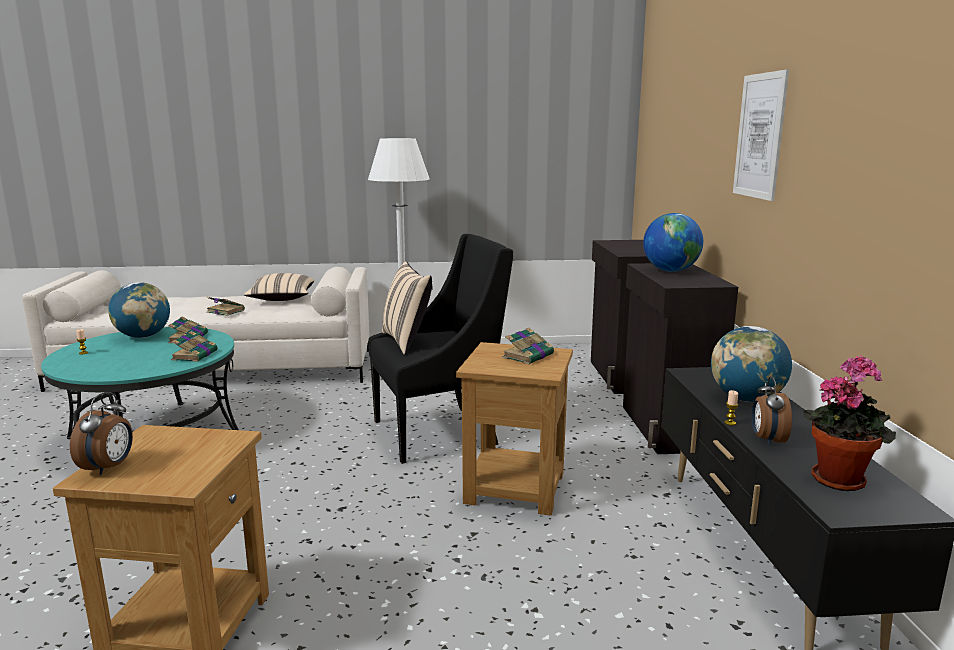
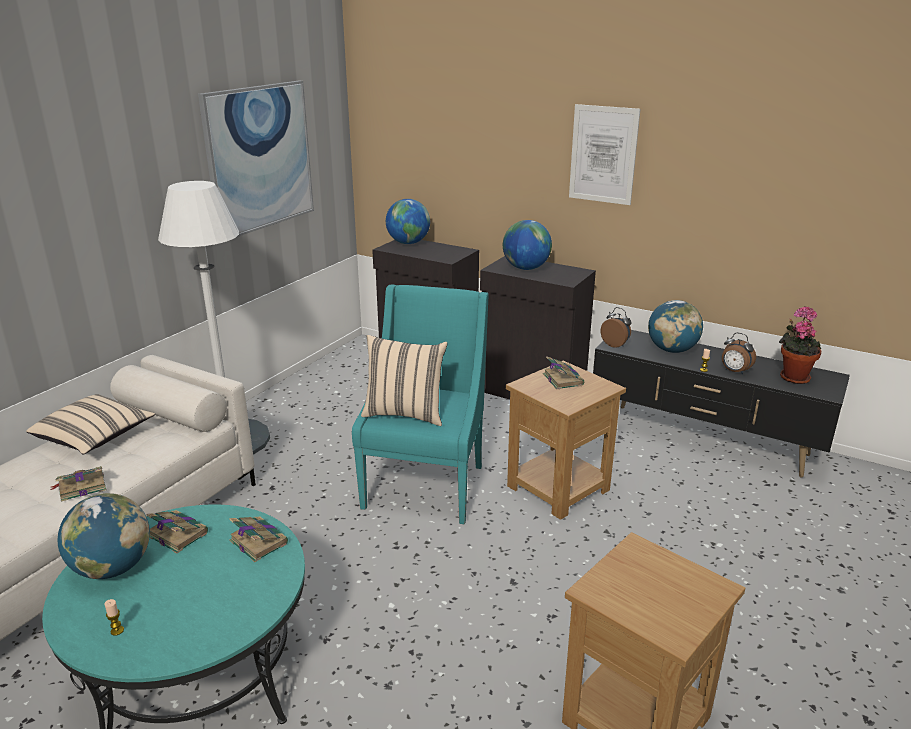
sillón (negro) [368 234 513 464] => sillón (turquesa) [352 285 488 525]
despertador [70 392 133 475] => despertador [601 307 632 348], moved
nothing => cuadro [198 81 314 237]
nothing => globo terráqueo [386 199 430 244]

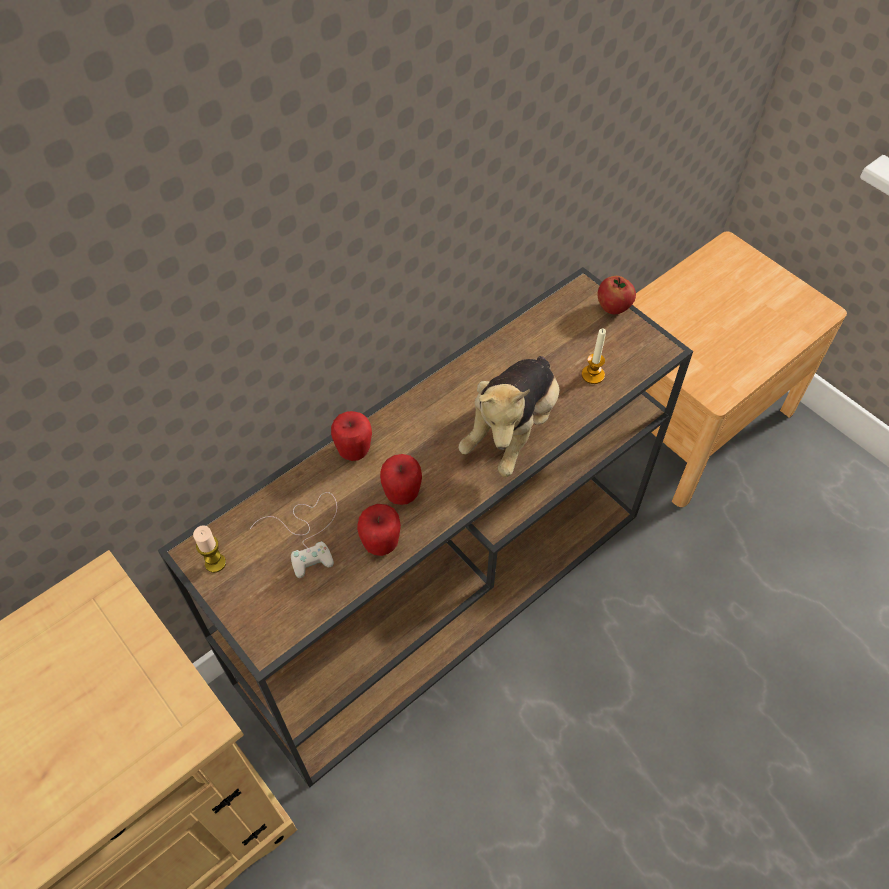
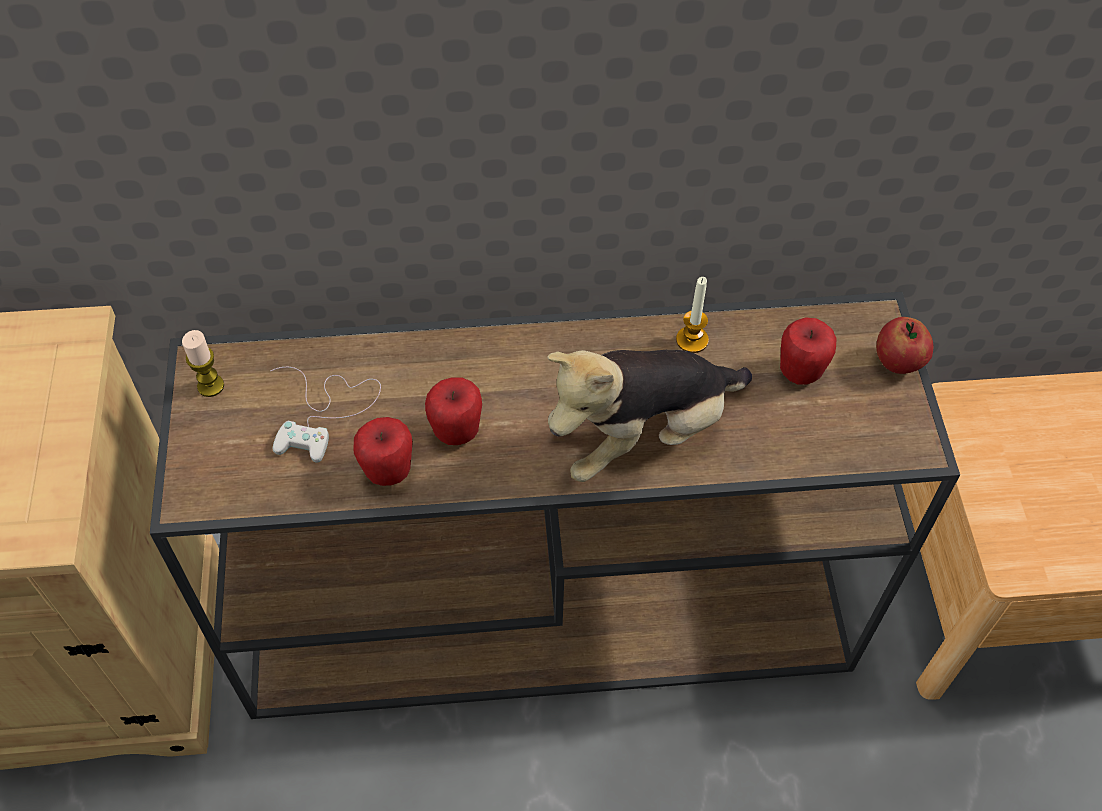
vela [582 328 606 384] => vela [676 277 709 353], moved
manzana [331 411 372 461] => manzana [780 317 836 385], moved

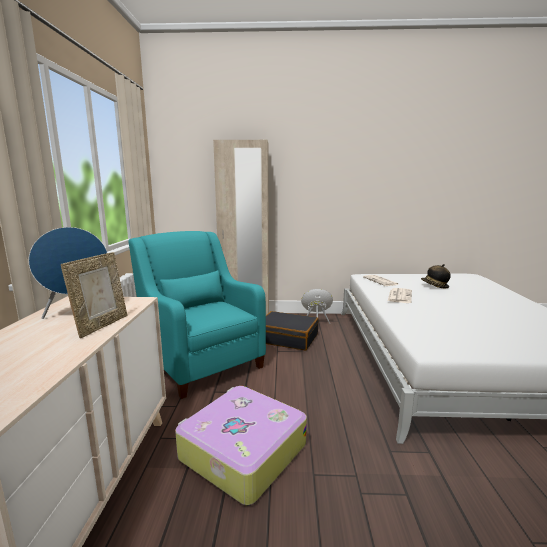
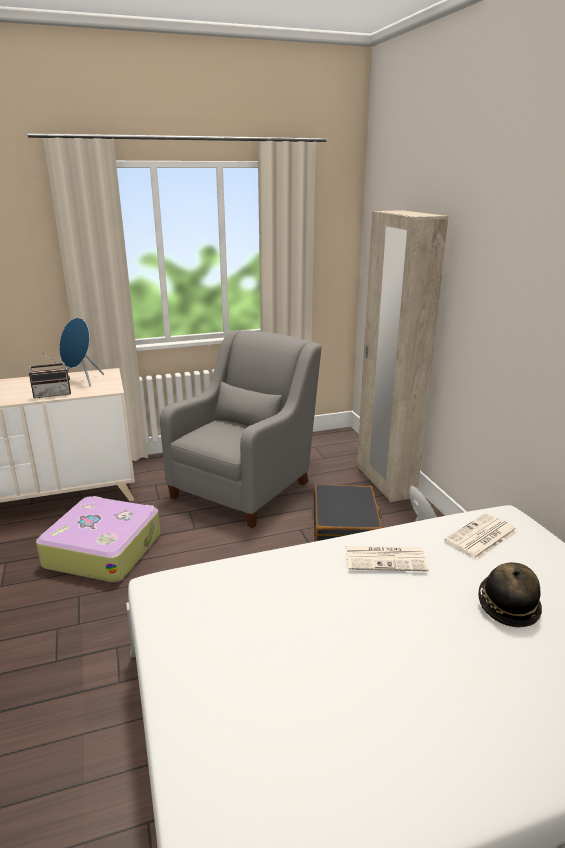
sillón (turquesa) [129 231 266 399] => sillón (gris) [160 330 321 528]
portarretratos [61 252 127 338] => radio [29 354 71 398]

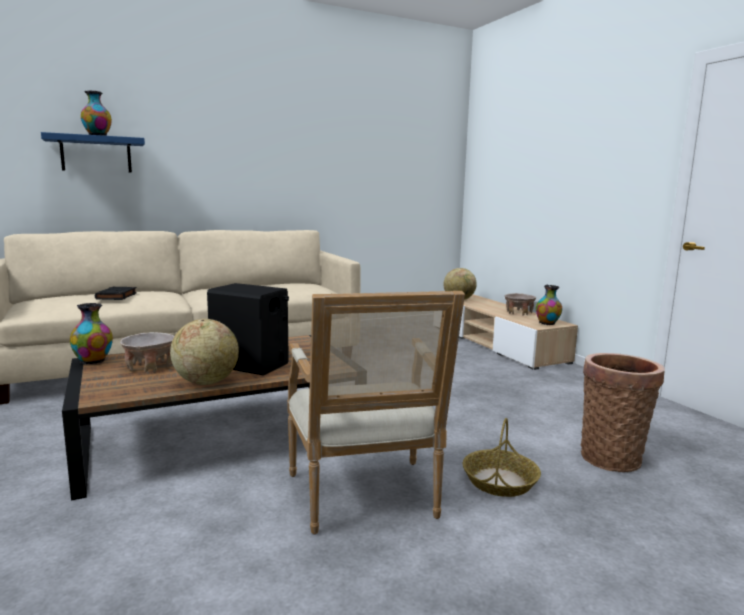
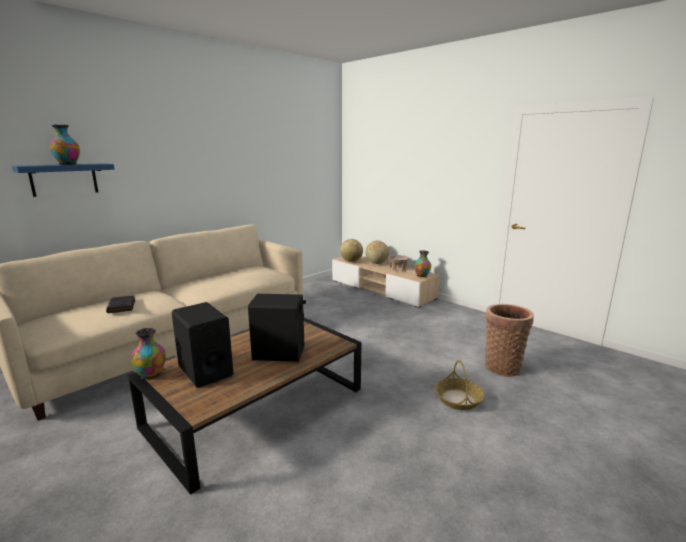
sillón [287 291 465 535] => nothing
globo terráqueo [170 319 239 385] => globo terráqueo [366 241 389 264], moved
cuenco (beis) [120 332 174 372] => altavoz (negro) [172 302 233 388]

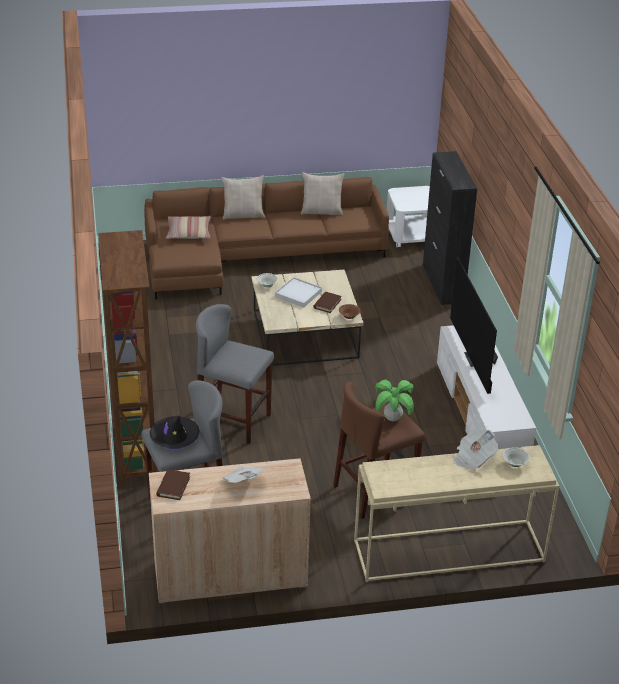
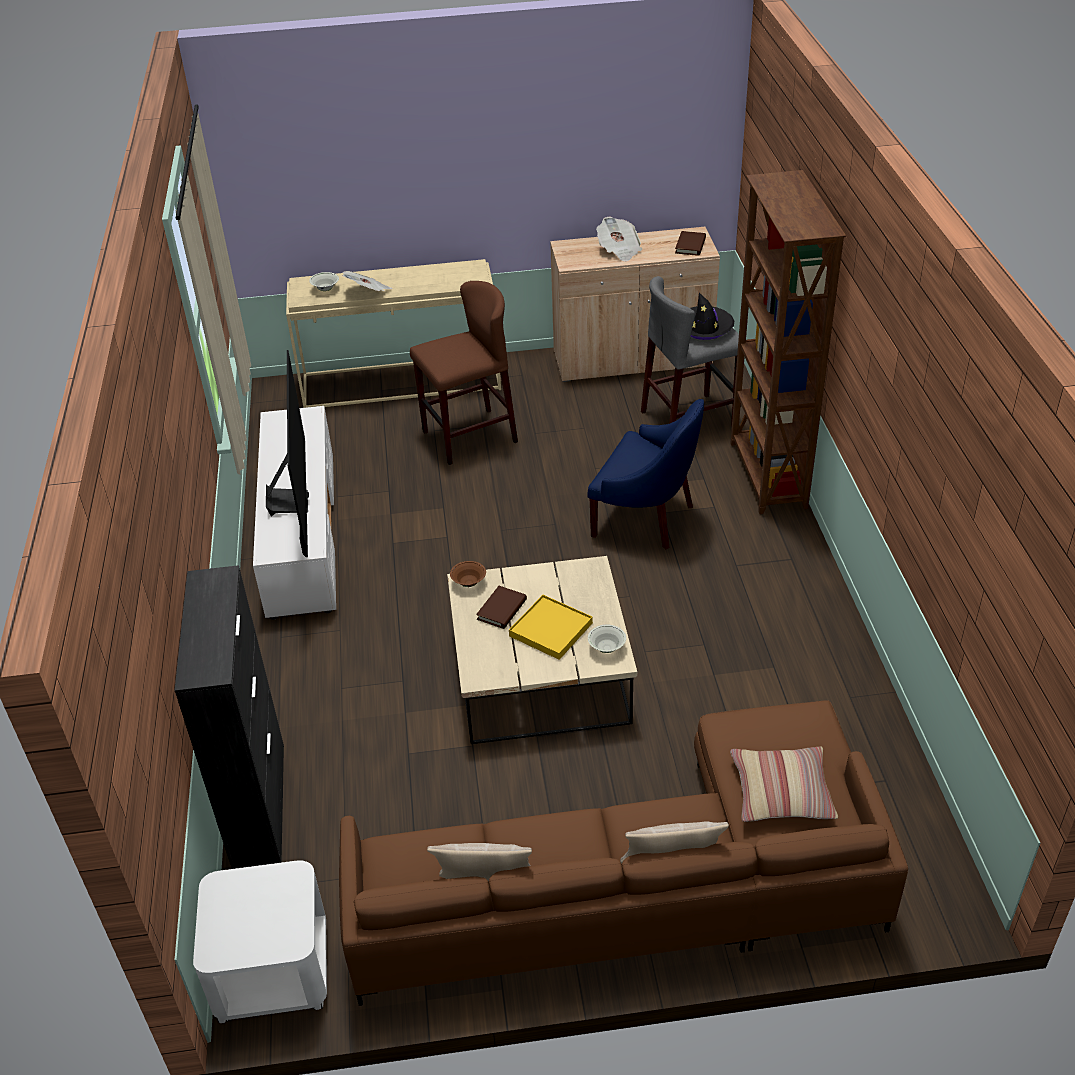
bandeja (blanco) [275 277 322 308] => bandeja (amarillo) [509 595 593 660]
taburete (gris) [196 304 274 444] => sillón (azul) [587 399 704 549]
planta en maceta [376 380 414 421] => nothing

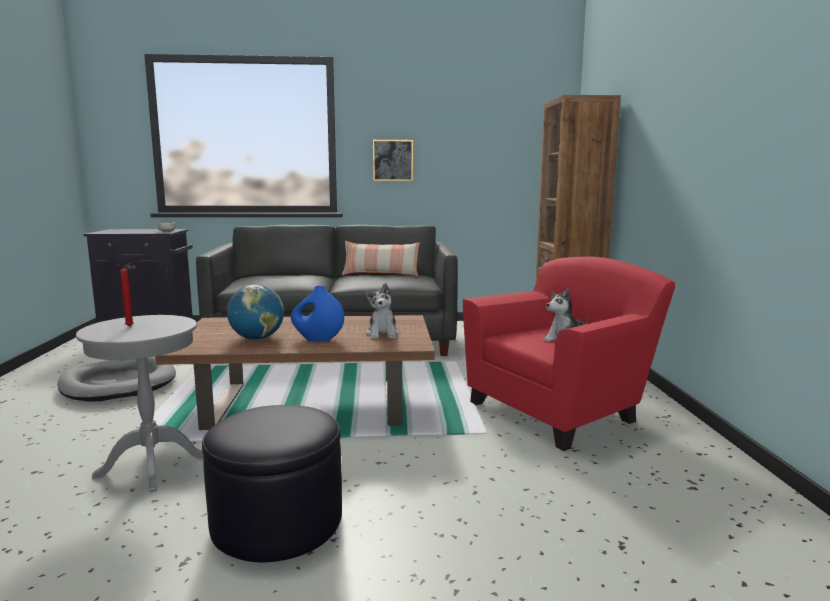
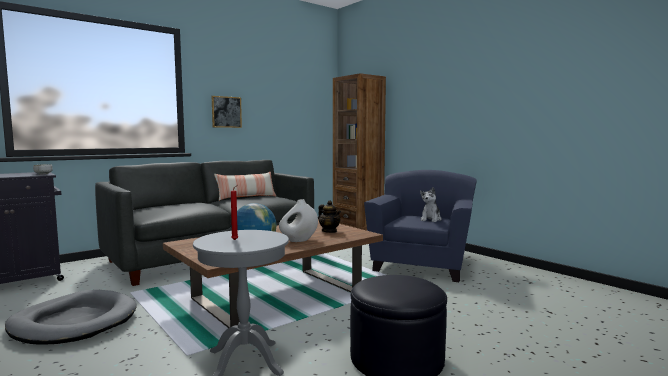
sillón (rojo) [463 256 675 451] => sillón (azul) [364 170 477 282]
peluche [365 283 399 339] => tetera [318 200 341 233]
florero (azul) [291 286 344 342] => florero (blanco) [279 199 318 242]

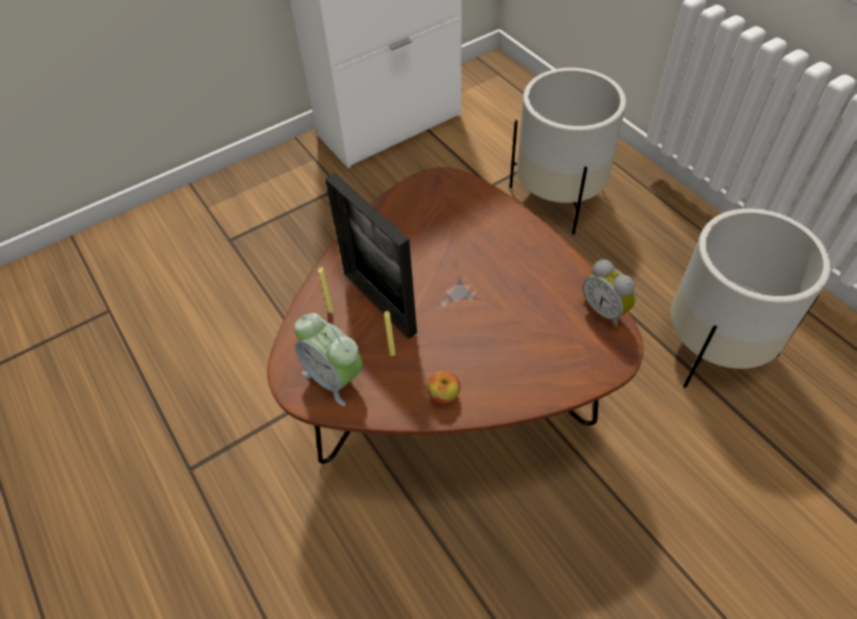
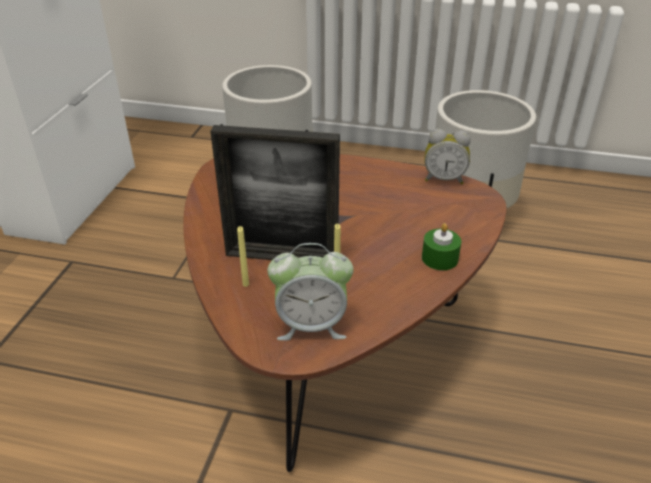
manzana [427 371 460 404] => nothing
nothing => vela (verde) [422 223 461 270]

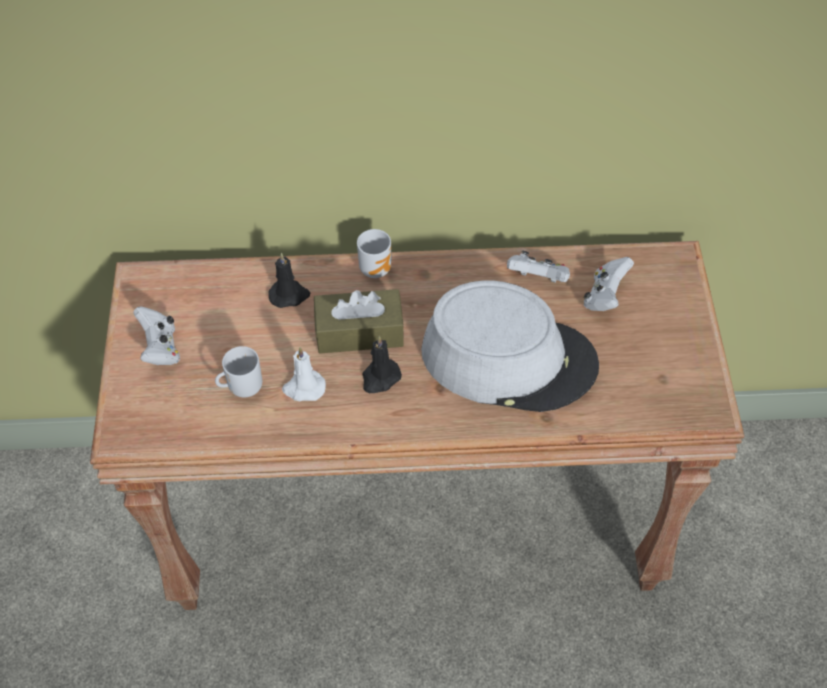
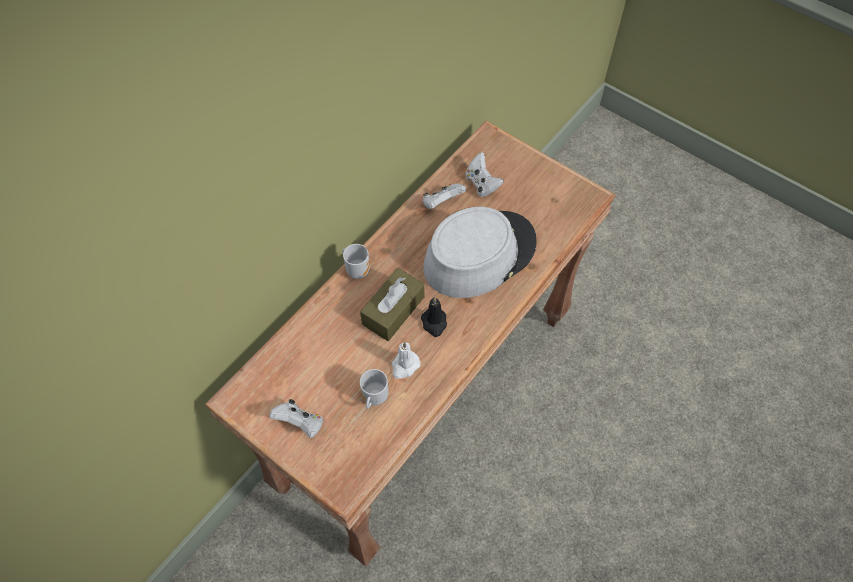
vela (negro) [268 252 310 308] => nothing

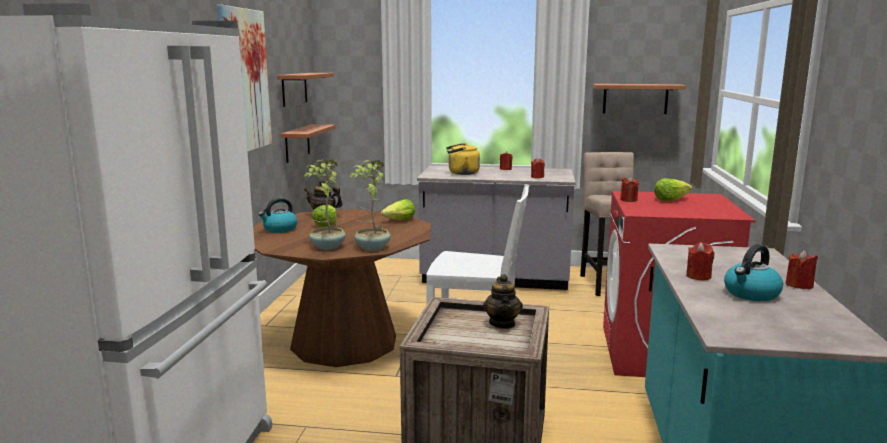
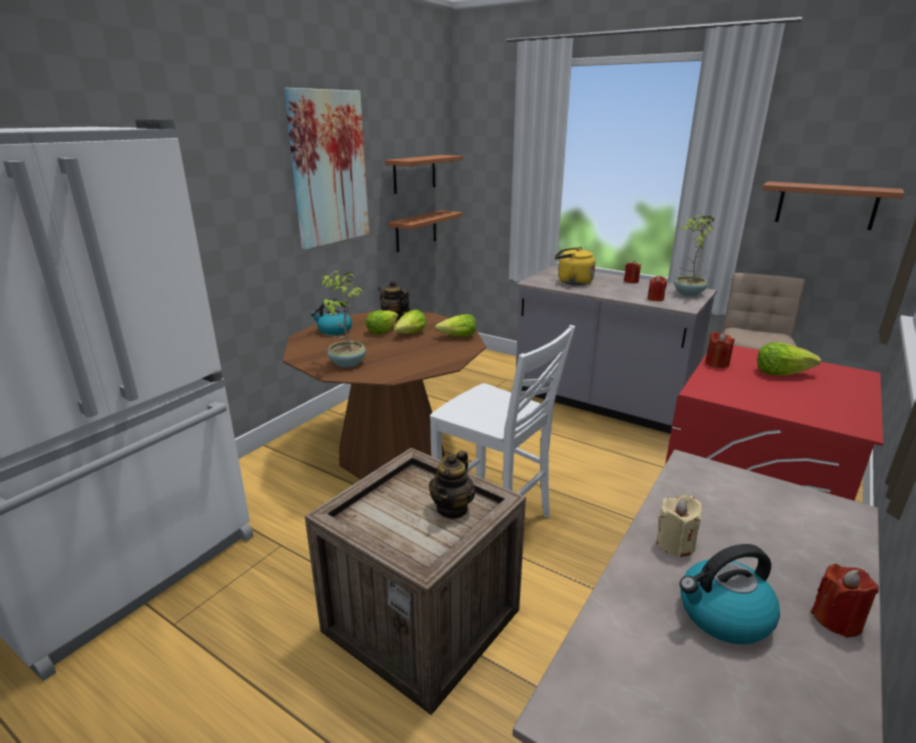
planta en maceta [349 160 391 251] => planta en maceta [674 215 714 296], moved
vela (rojo) [686 242 714 280] => vela (beis) [656 495 702 558]
nothing => lechuga [394 309 427 334]

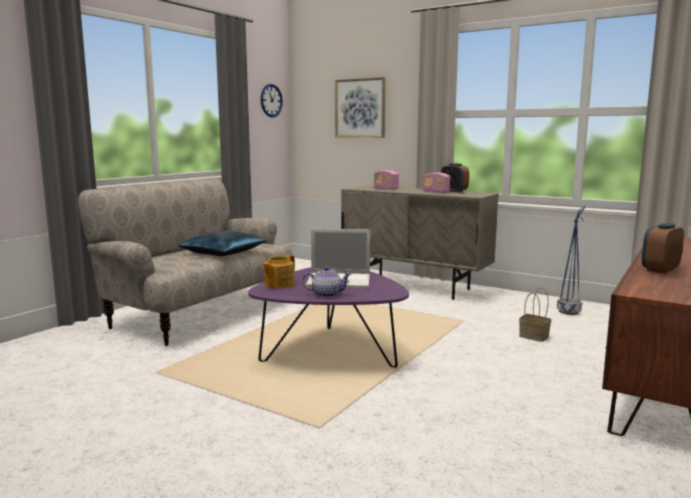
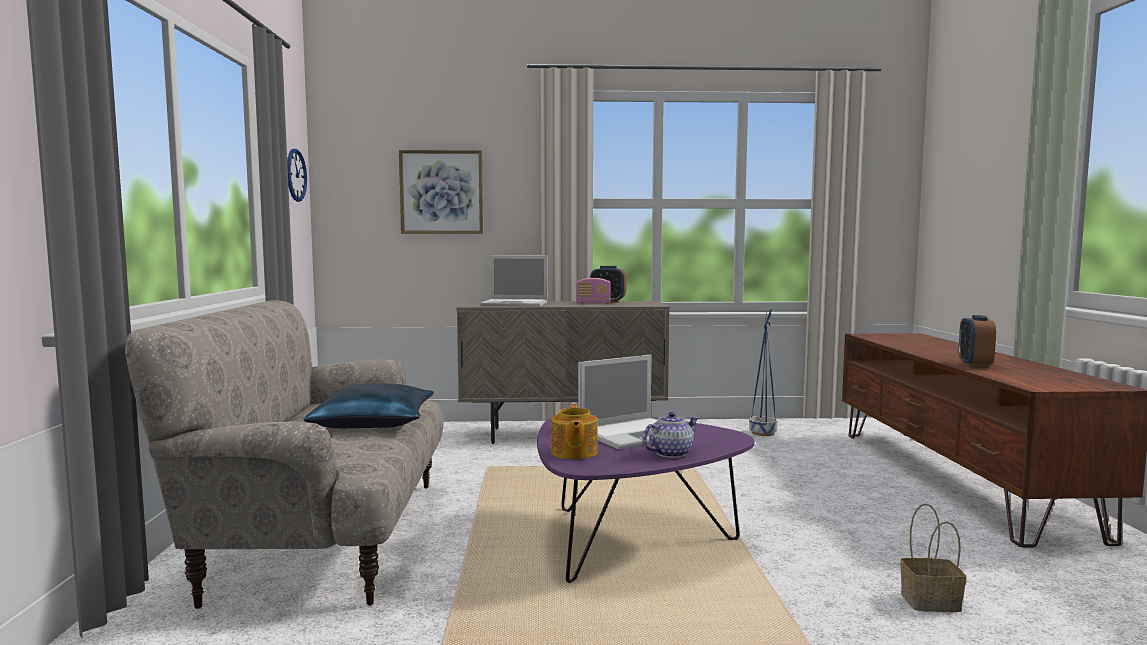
radio [374 170 399 190] => portátil [480 255 548 306]
cesta [519 287 551 342] => cesta [900 503 966 612], moved

